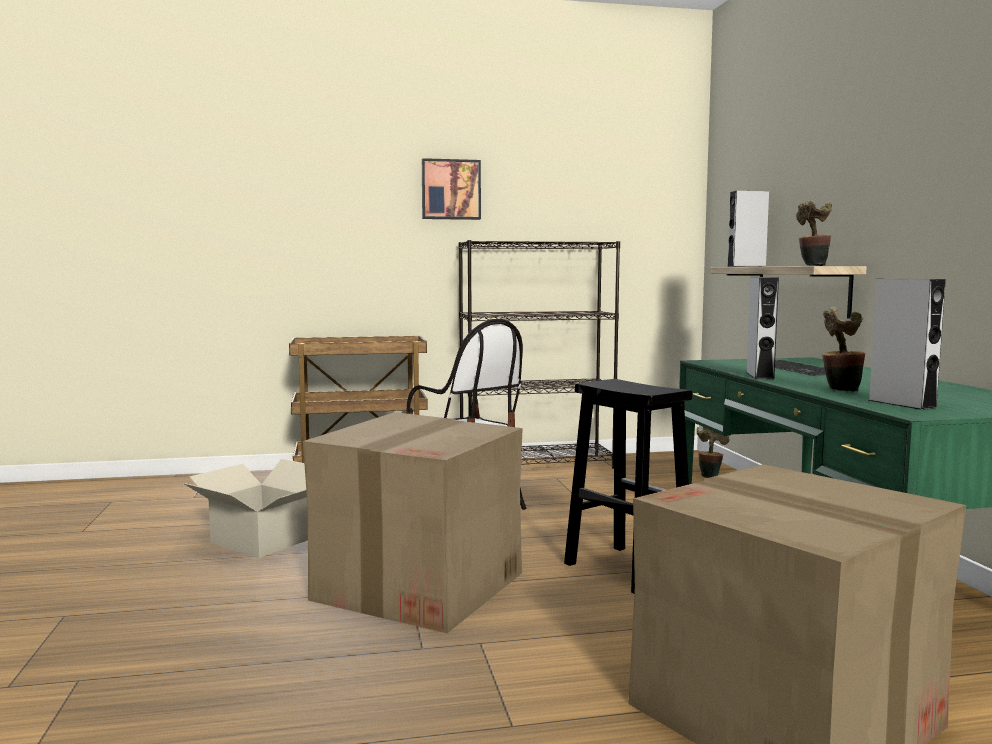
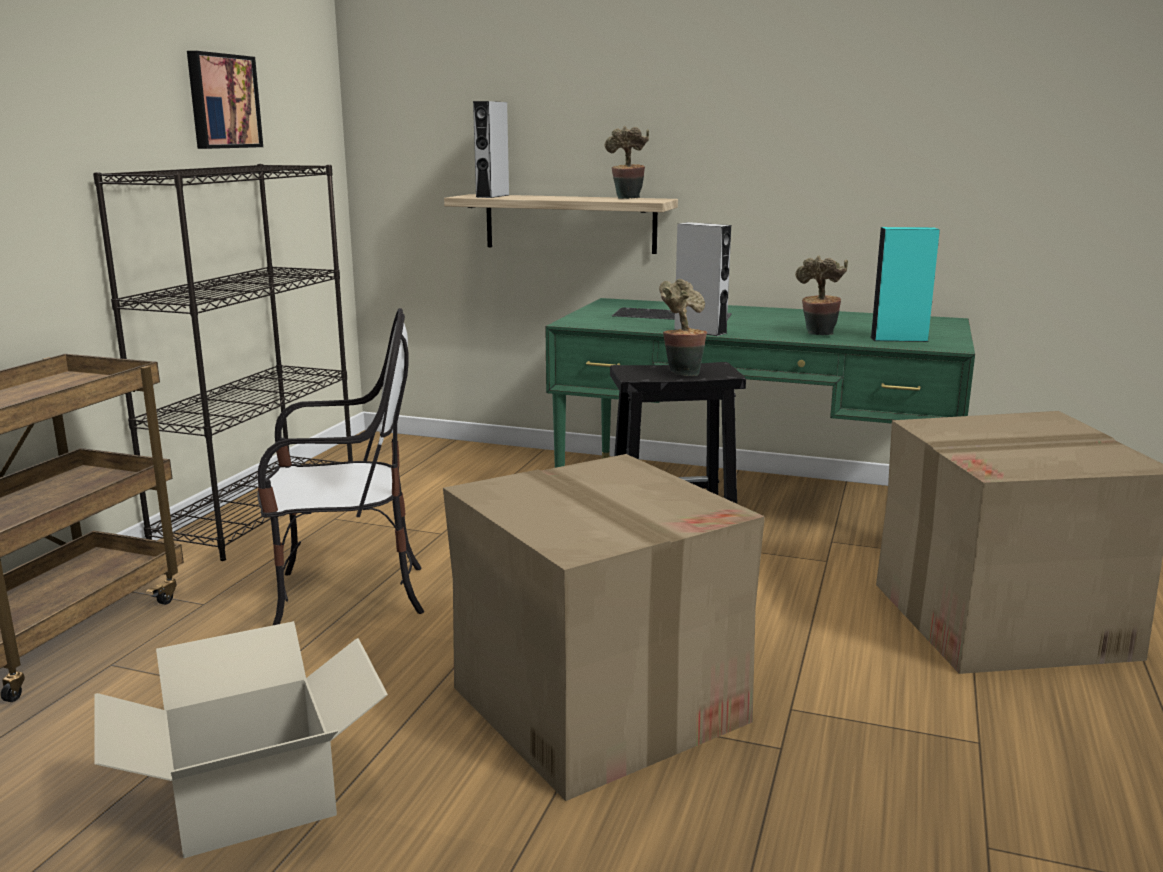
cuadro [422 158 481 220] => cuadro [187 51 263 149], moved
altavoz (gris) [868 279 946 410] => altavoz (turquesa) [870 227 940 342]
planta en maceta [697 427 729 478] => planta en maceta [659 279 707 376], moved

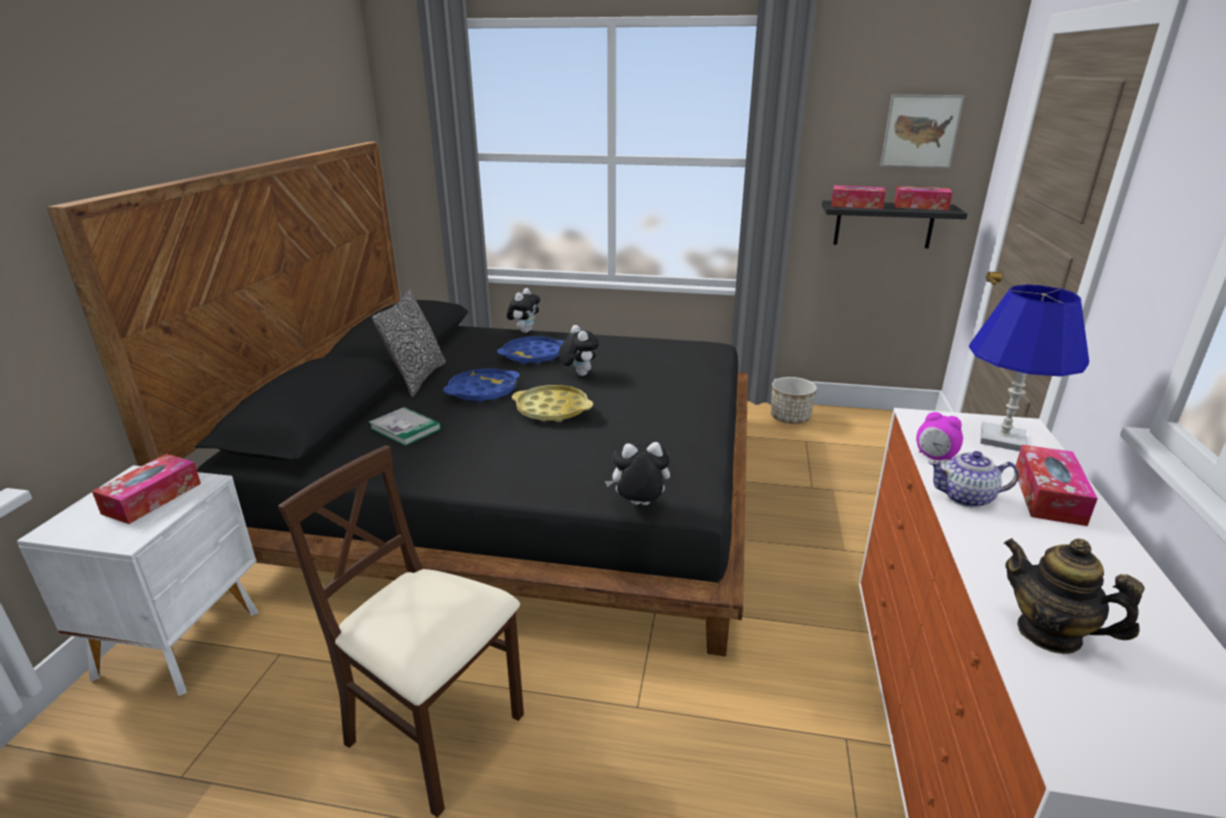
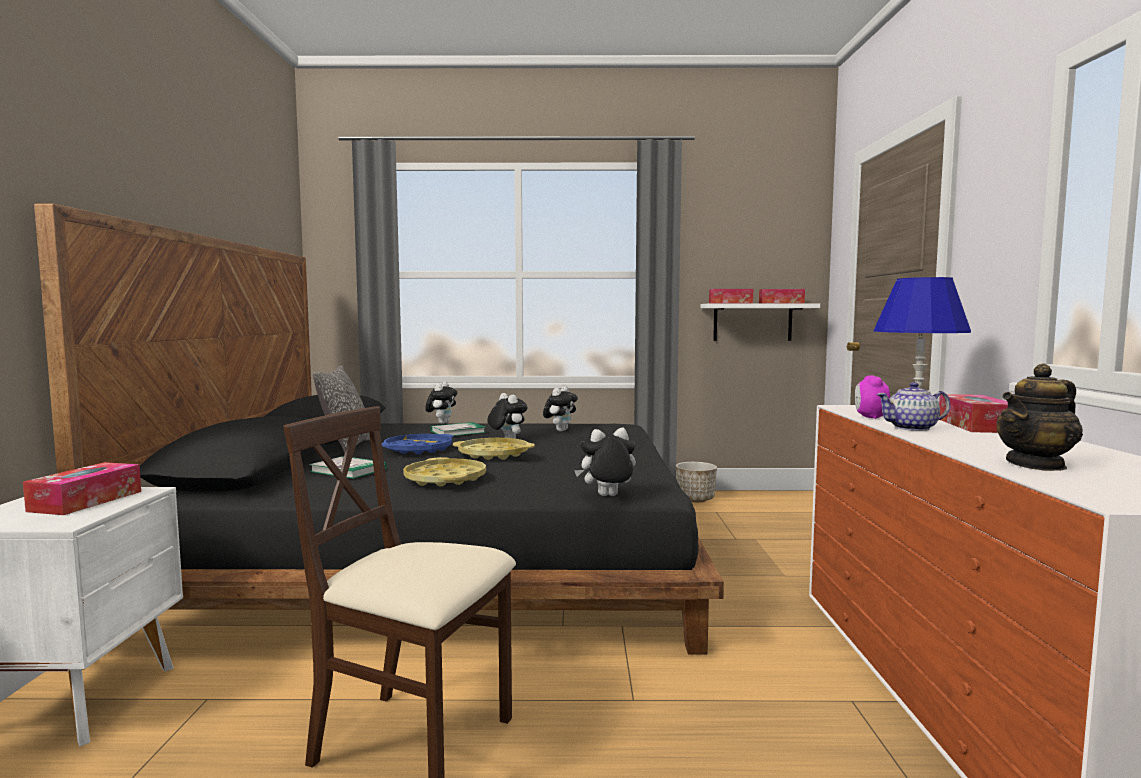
cuadro [880 95 965 168] => nothing
estante (negro) [822 201 967 248] => estante (blanco) [701 303 820 341]
bandeja (azul) [497 336 564 364] => libro [431 422 486 436]
despertador [916 412 963 460] => despertador [855 375 890 419], 75 degrees clockwise
tetera [1004 538 1145 654] => tetera [996 363 1083 471], 60 degrees counterclockwise
nothing => peluche [543 386 578 431]
nothing => bandeja (amarillo) [403 457 486 486]

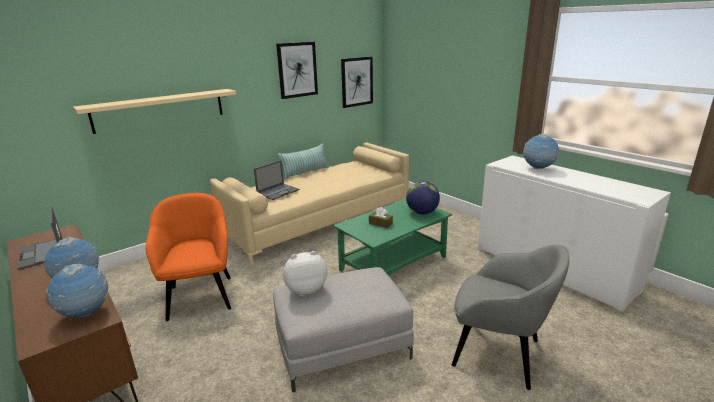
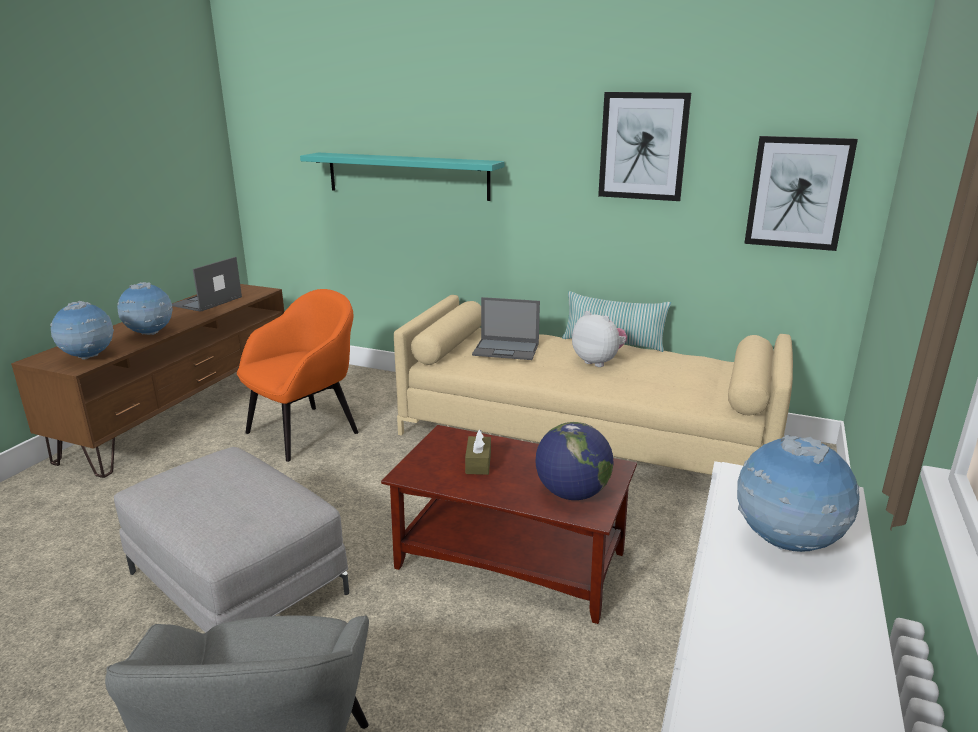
estante (beis) [73 89 236 134] => estante (turquesa) [300 153 504 201]
mesa de centro (verde) [333 199 452 276] => mesa de centro (marrón) [381 425 637 624]
peluche [283 251 327 296] => peluche [572 311 627 367], moved

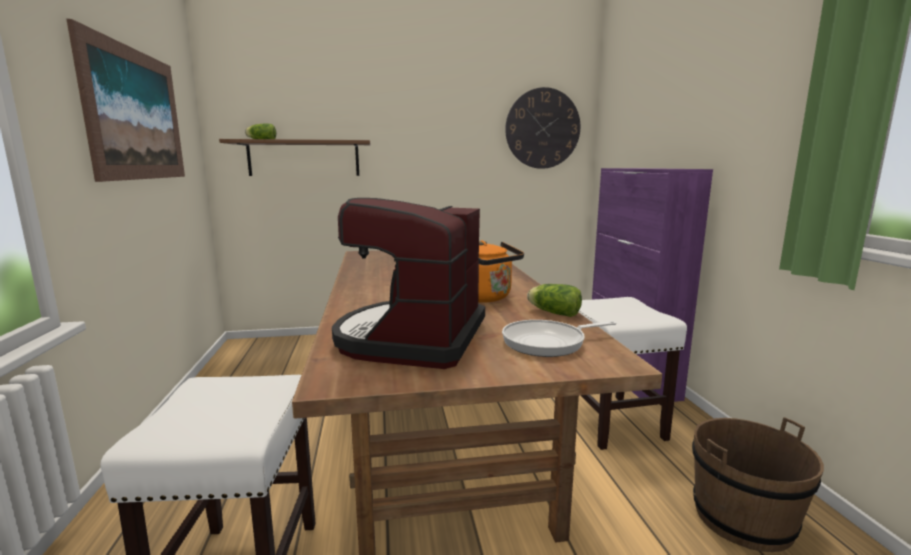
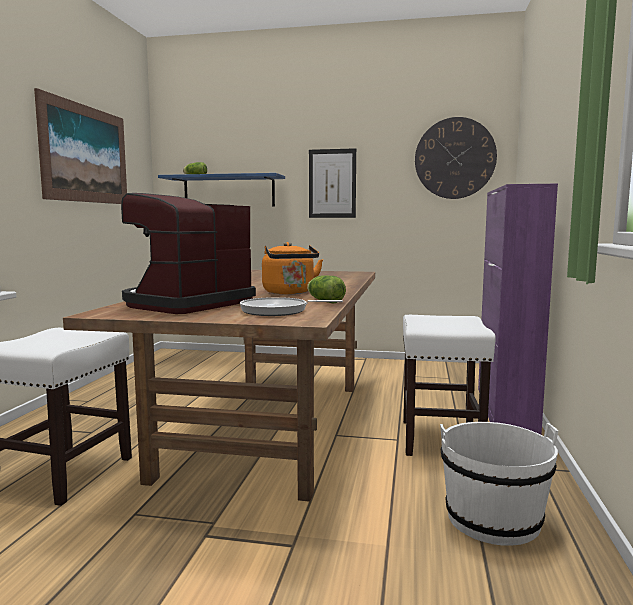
estante (marrón) [219 139 370 176] => estante (azul) [158 173 285 207]
cubo (marrón) [692 417 824 552] => cubo (blanco) [440 422 558 546]
nothing => cuadro [309 148 356 218]

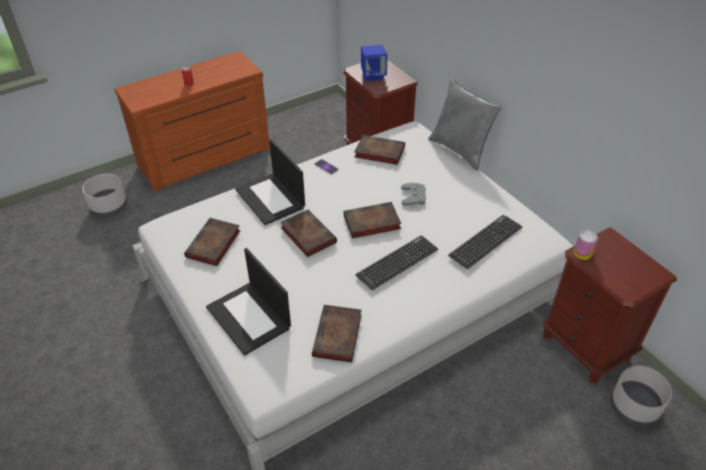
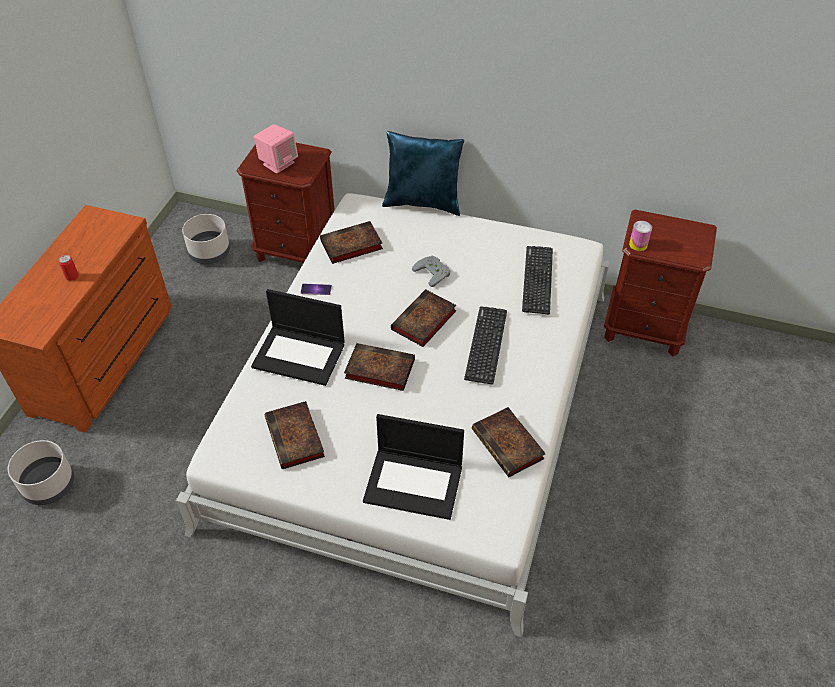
altavoz (azul) [361 45 387 81] => altavoz (rosa) [254 124 298 174]
cojín (gris) [428 79 501 171] => cojín (azul) [382 131 464 216]
maceta (gris) [611 365 672 427] => maceta (gris) [182 214 230 264], moved

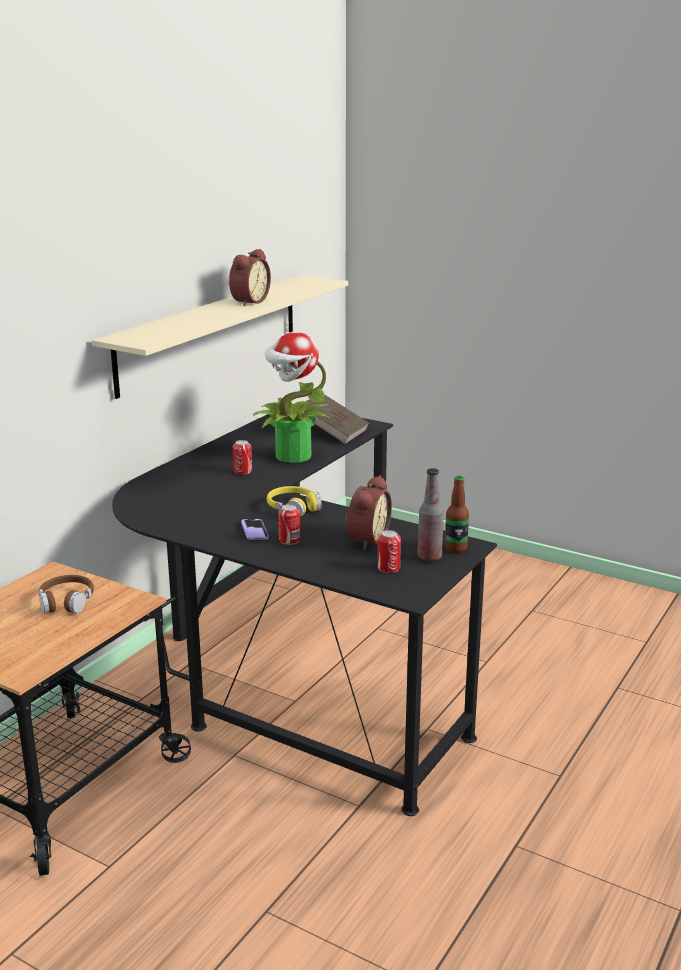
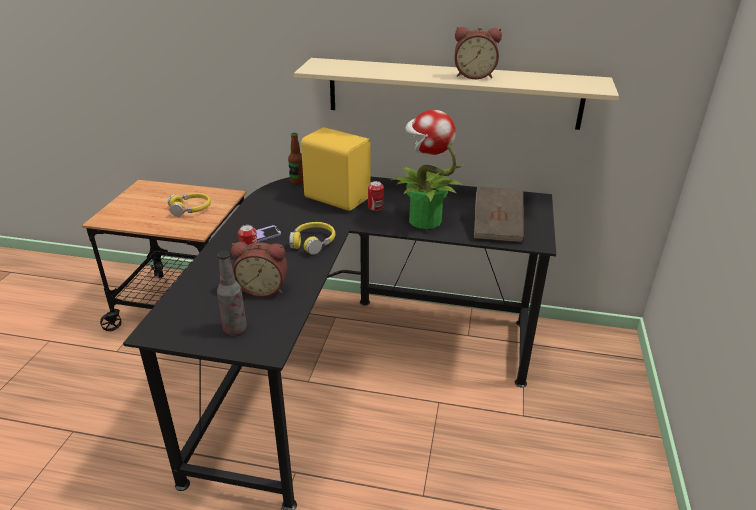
botella [445 476 469 553] => botella [288 133 304 185], moved
lata [377 530 401 573] => nothing
auriculares (marrón) [38 575 94 614] => auriculares (amarillo) [168 193 211 217]
nothing => altavoz (amarillo) [301 127 371 211]

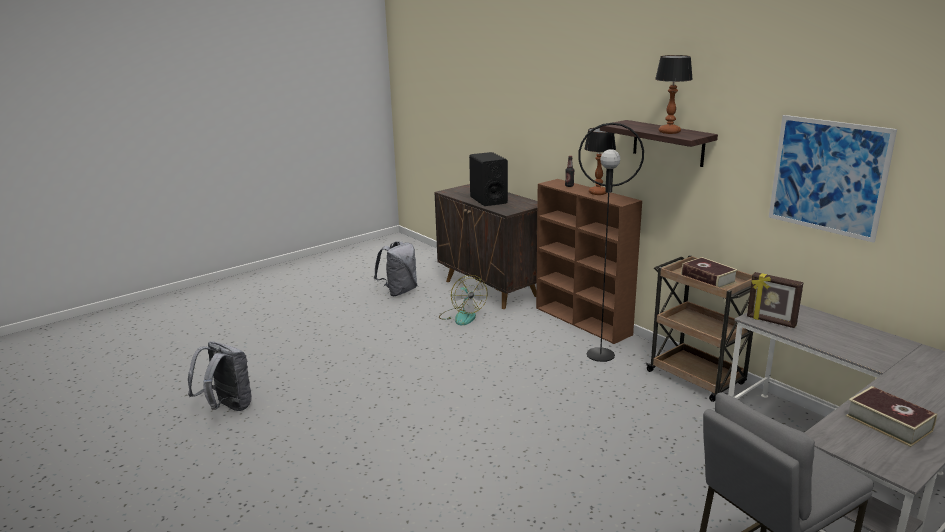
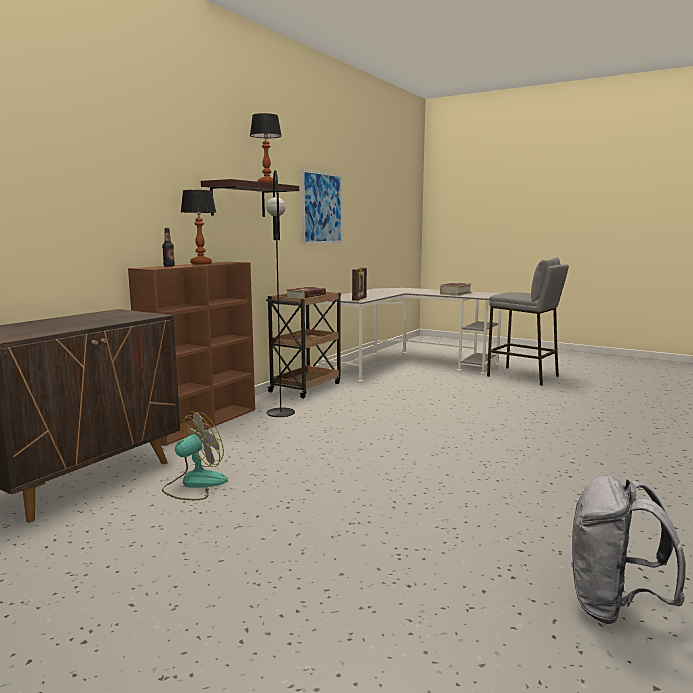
altavoz (negro) [469 152 508 206] => nothing
mochila (gris) [374 241 417 296] => nothing

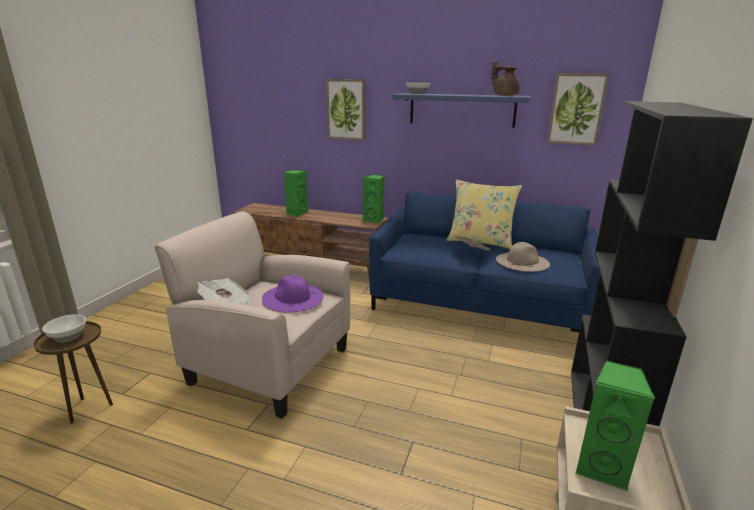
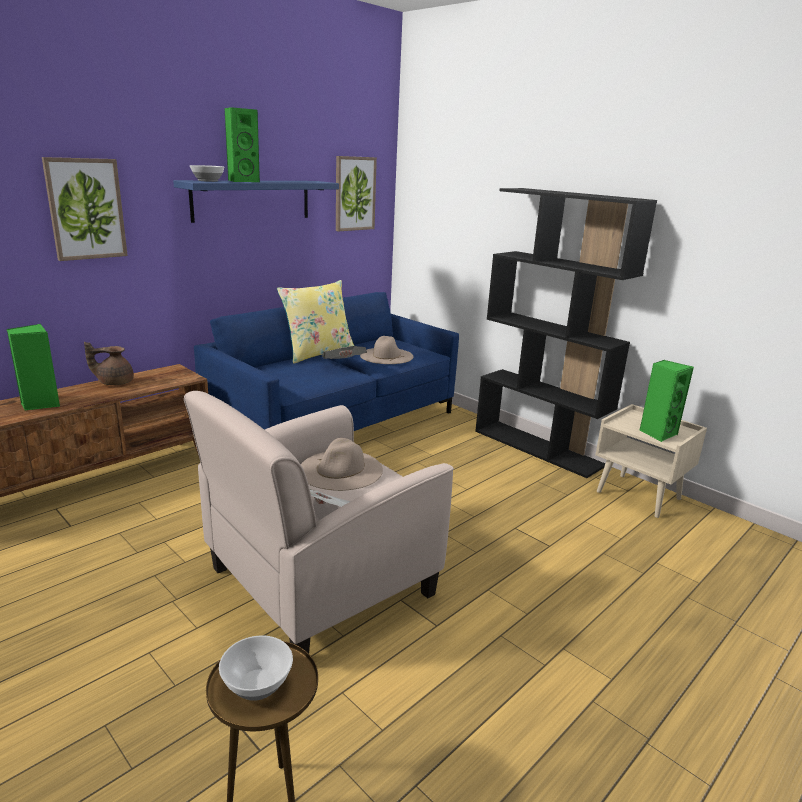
tetera (marrón) [492 60 519 96] => tetera (marrón) [84 342 134 385], moved
altavoz (verde) [363 174 384 224] => altavoz (verde) [225 107 260 182], moved
sombrero (morado) [262 275 324 313] => sombrero (beis) [301 438 383 491]

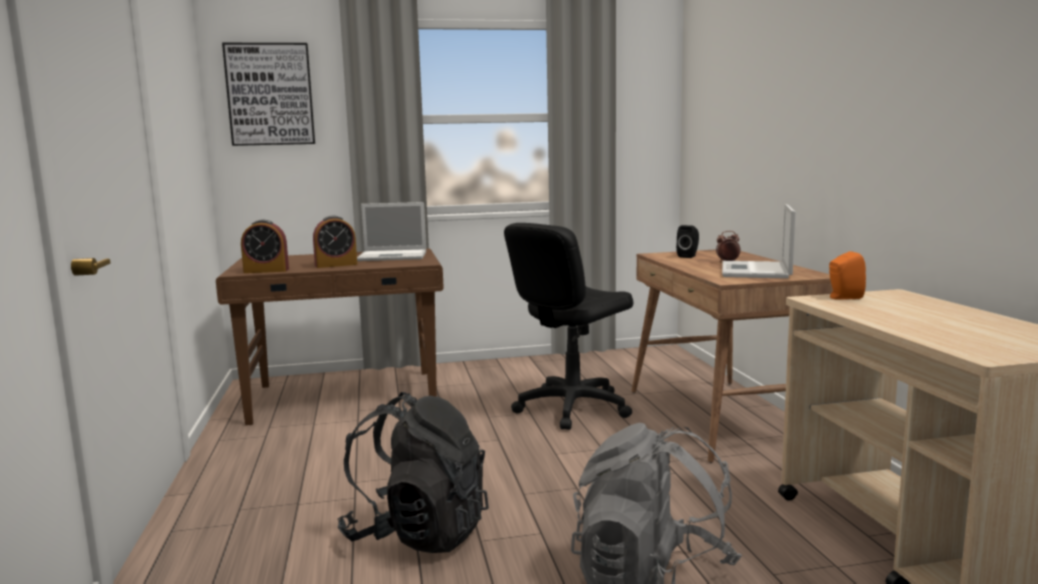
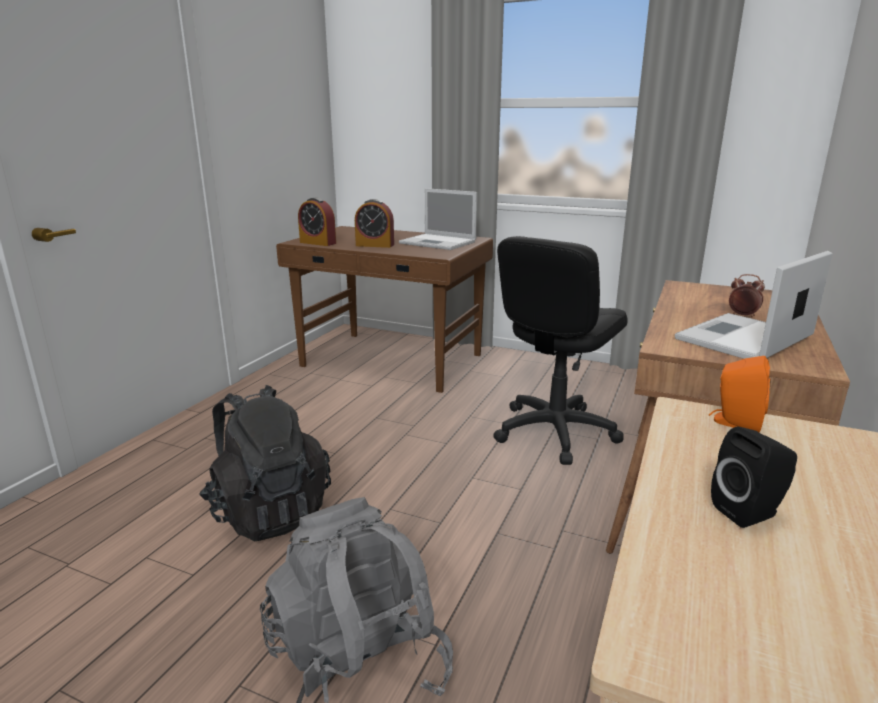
cuadro [222 43 315 146] => nothing
silla de oficina (negro) [504 223 633 430] => silla de oficina (negro) [493 236 628 465], 45 degrees counterclockwise
altavoz (negro) [676 225 699 258] => altavoz (negro) [711 427 797 528], moved

